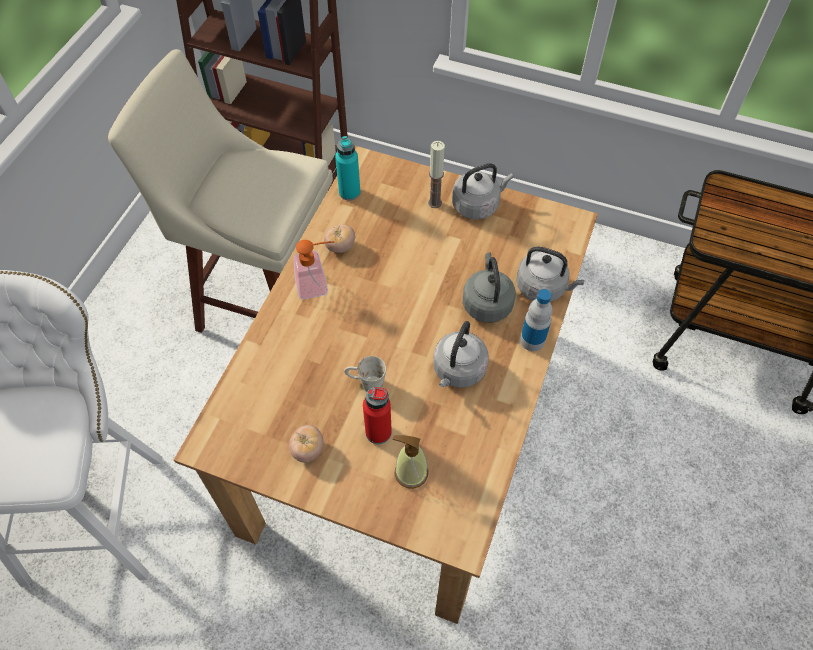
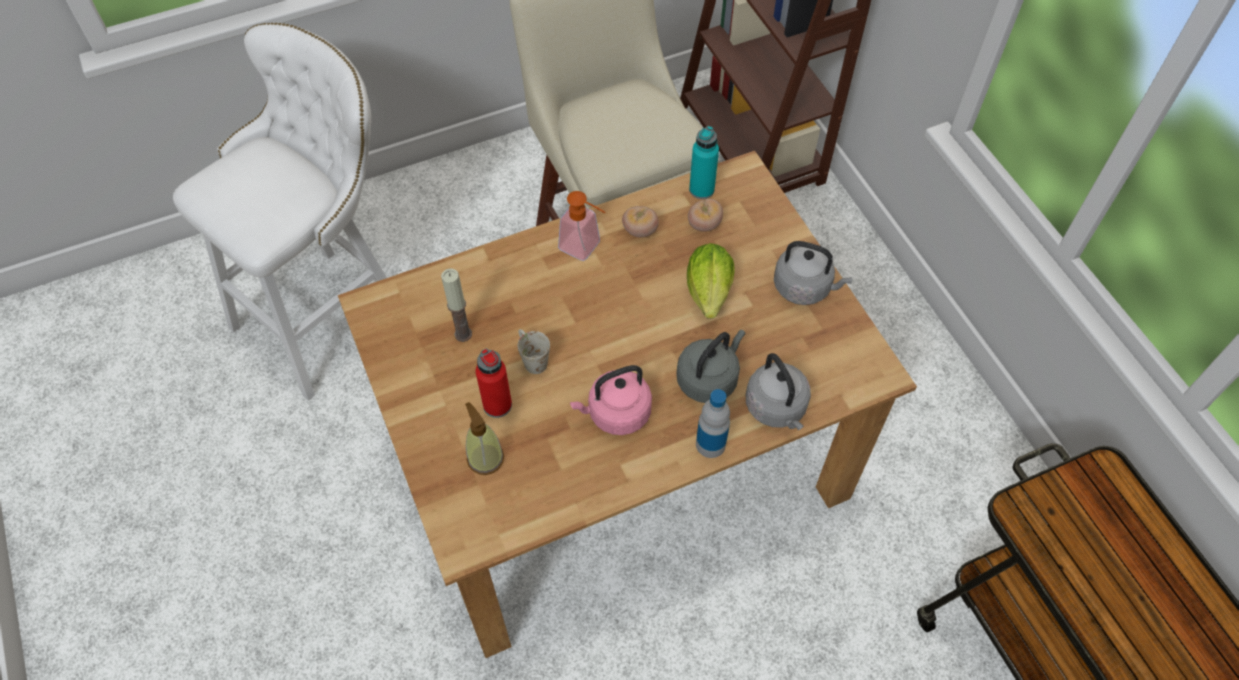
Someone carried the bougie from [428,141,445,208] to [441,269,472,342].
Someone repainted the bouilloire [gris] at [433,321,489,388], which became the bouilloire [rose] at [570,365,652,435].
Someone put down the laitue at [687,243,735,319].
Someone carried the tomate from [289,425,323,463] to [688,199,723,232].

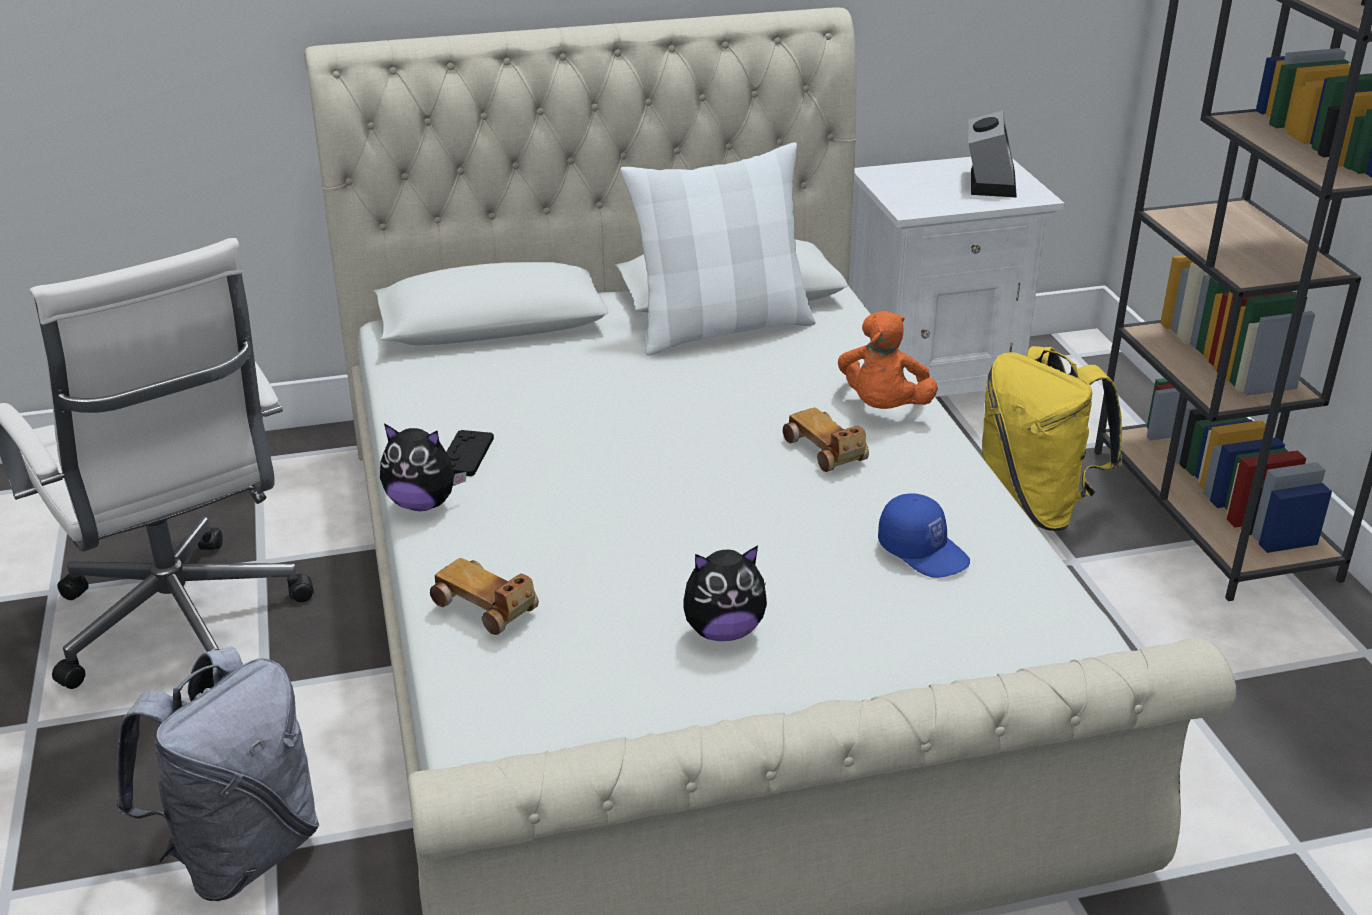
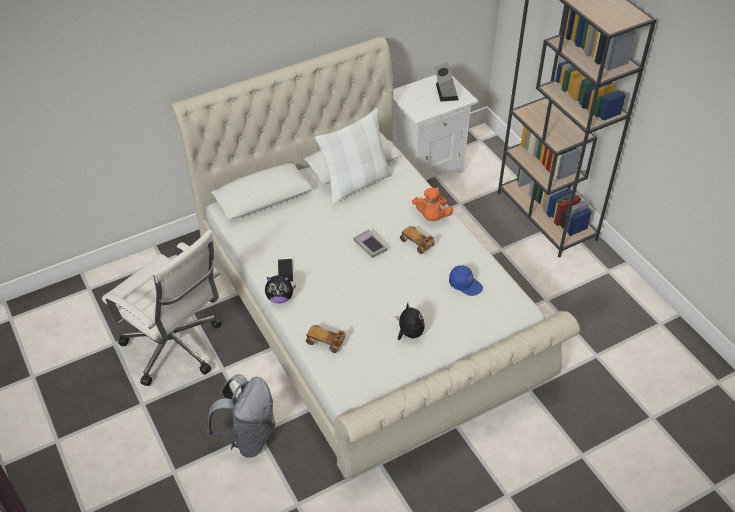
Someone put down the livre at [354,229,388,258].
Someone rotated the peluche at [684,545,767,641] by 90 degrees counterclockwise.
Someone took away the sac à dos [jaune] at [982,346,1123,531].

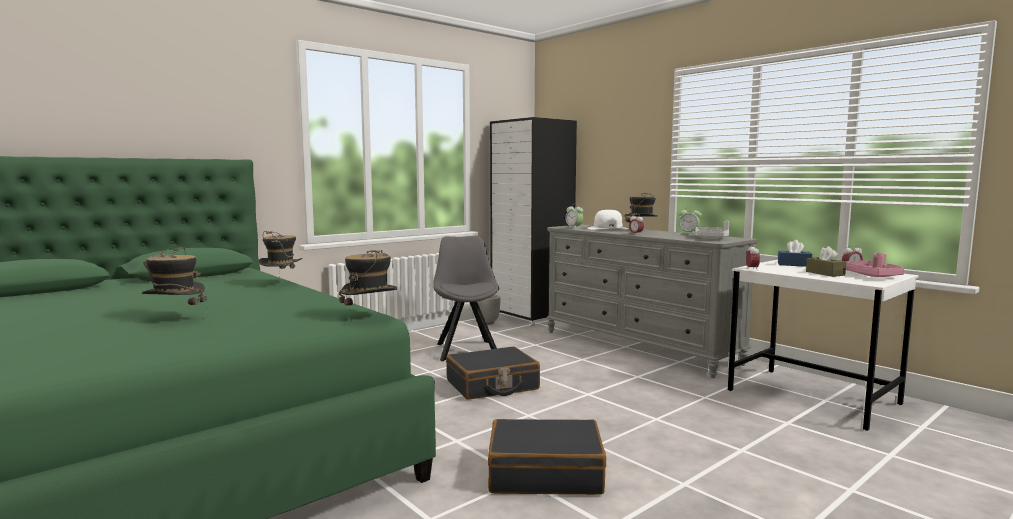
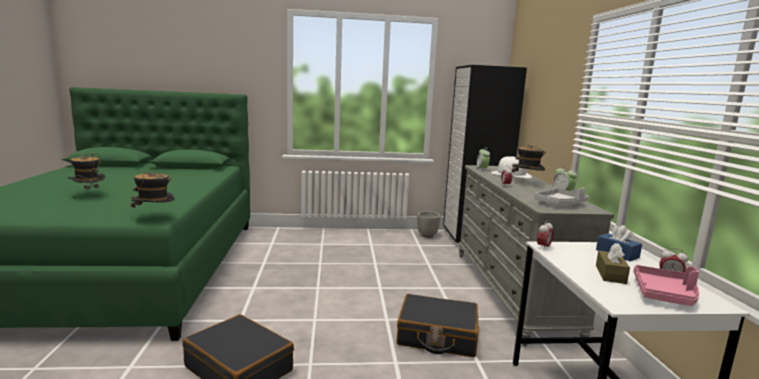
Someone carried the valise [noir] from [446,347,540,400] to [397,294,479,357].
Someone took away the chapeau at [259,231,302,281].
Someone took away the chaise [gris] at [433,236,499,361].

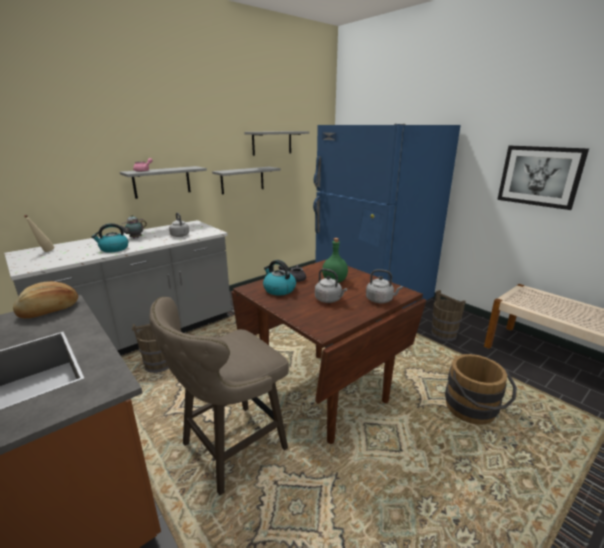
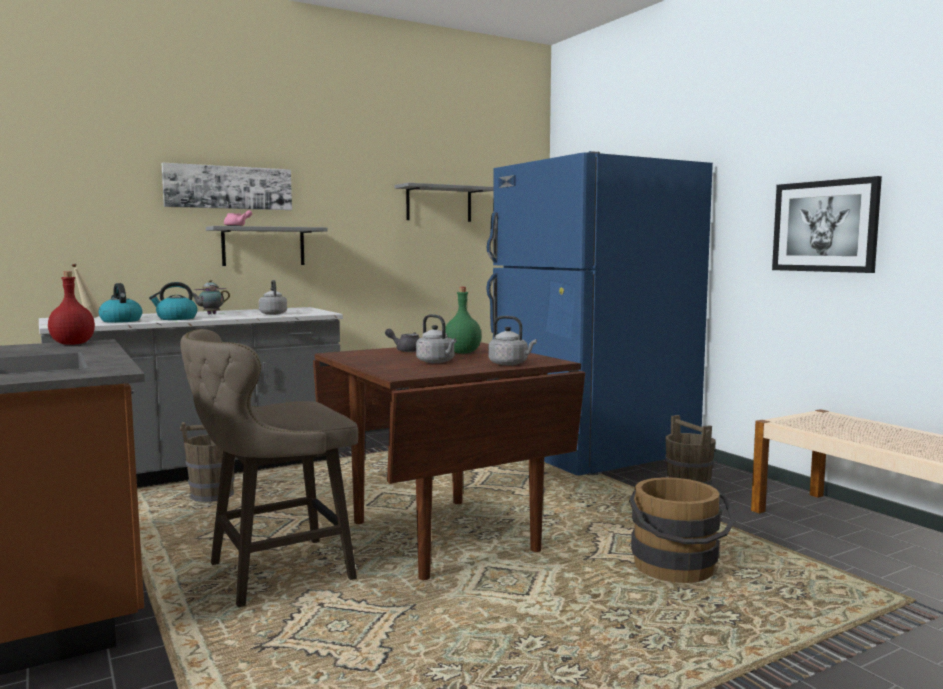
Someone swapped the pain at [13,281,78,319] for the bouteille [rouge] at [48,271,95,345].
Someone carried the bouilloire from [263,260,296,295] to [98,283,142,323].
Someone put up the tableau at [162,163,292,210].
Someone took away the étagère [gris] at [212,167,281,194].

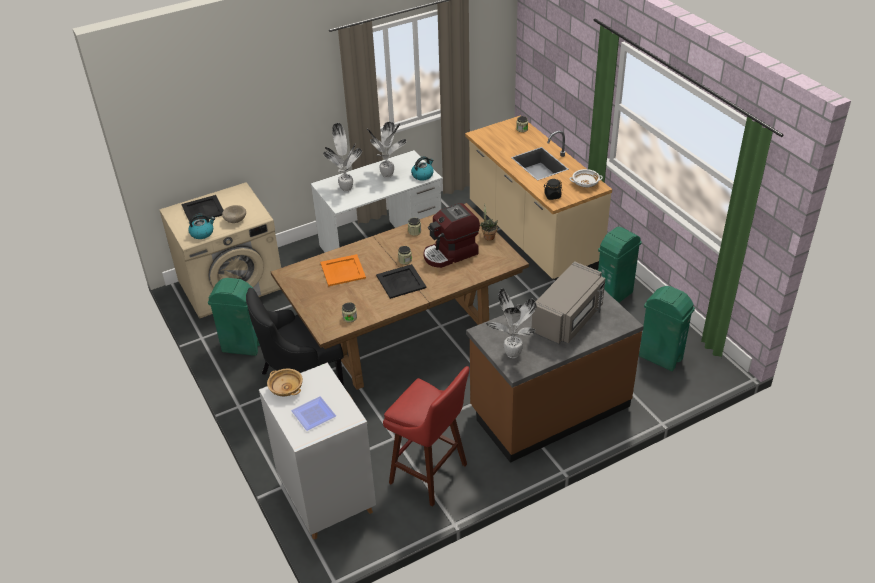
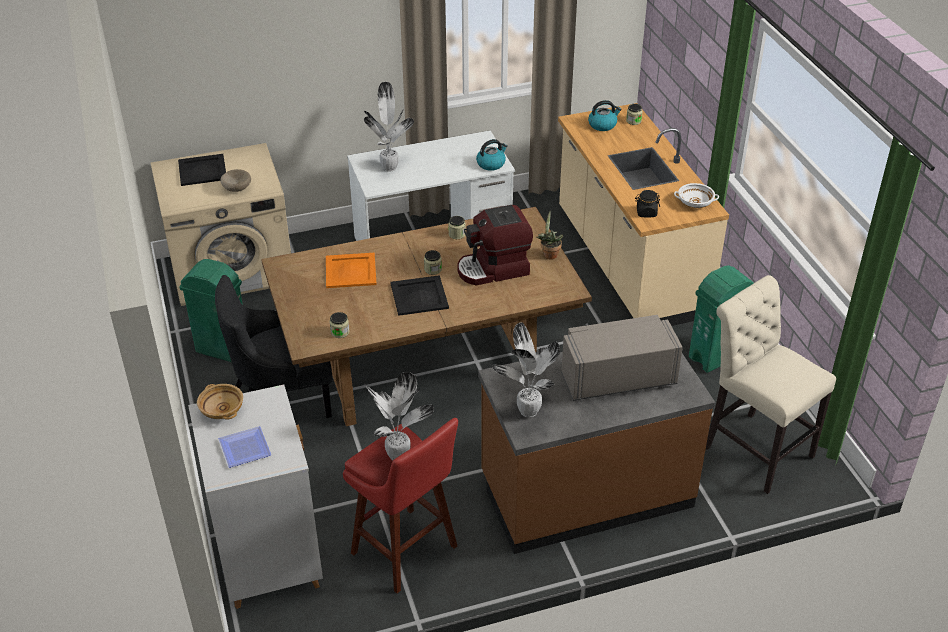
Someone carried the plante en pot from [367,121,406,178] to [365,372,434,460].
Someone rotated the micro-ondes [gris] at [532,261,605,344] by 150 degrees counterclockwise.
Someone carried the bouilloire from [188,214,215,239] to [588,100,622,131].
Someone swapped the poubelle [vert] at [639,286,695,371] for the tabouret [beige] at [706,275,836,494].

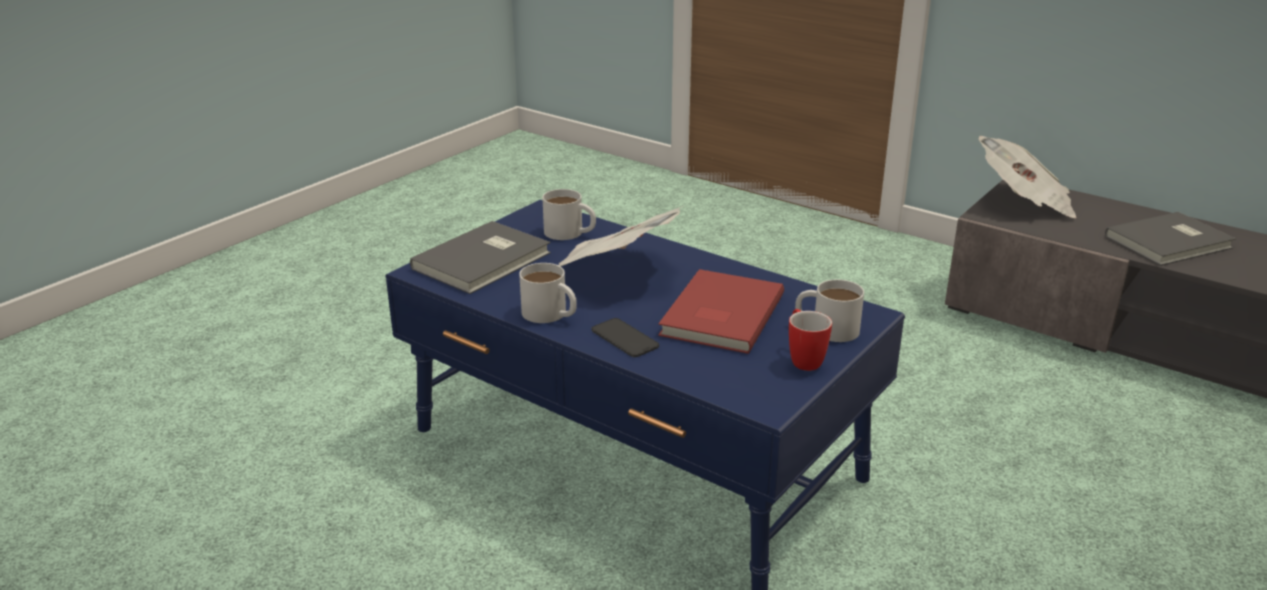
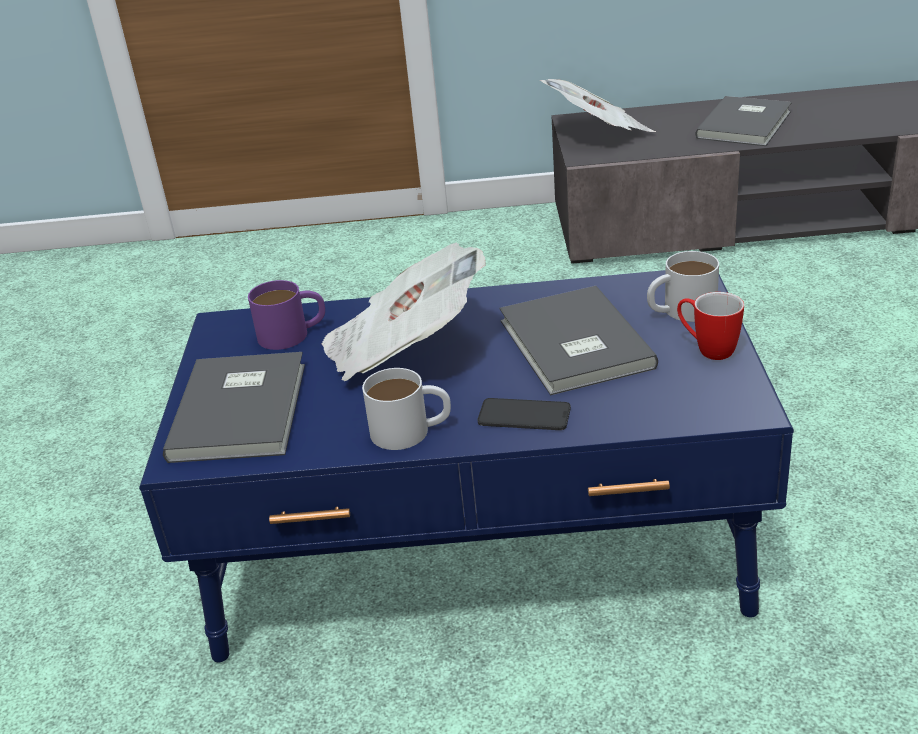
Someone repainted the mug [blanc] at [542,189,596,240], which became the mug [violet] at [248,280,325,350].
Someone repainted the livre [rouge] at [658,269,784,354], which became the livre [gris] at [499,286,658,395].

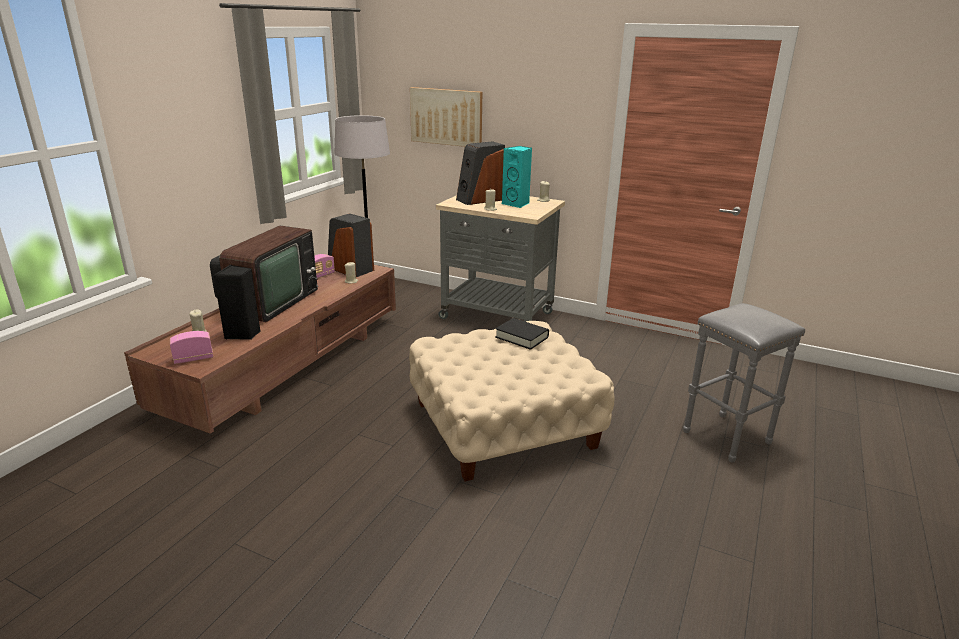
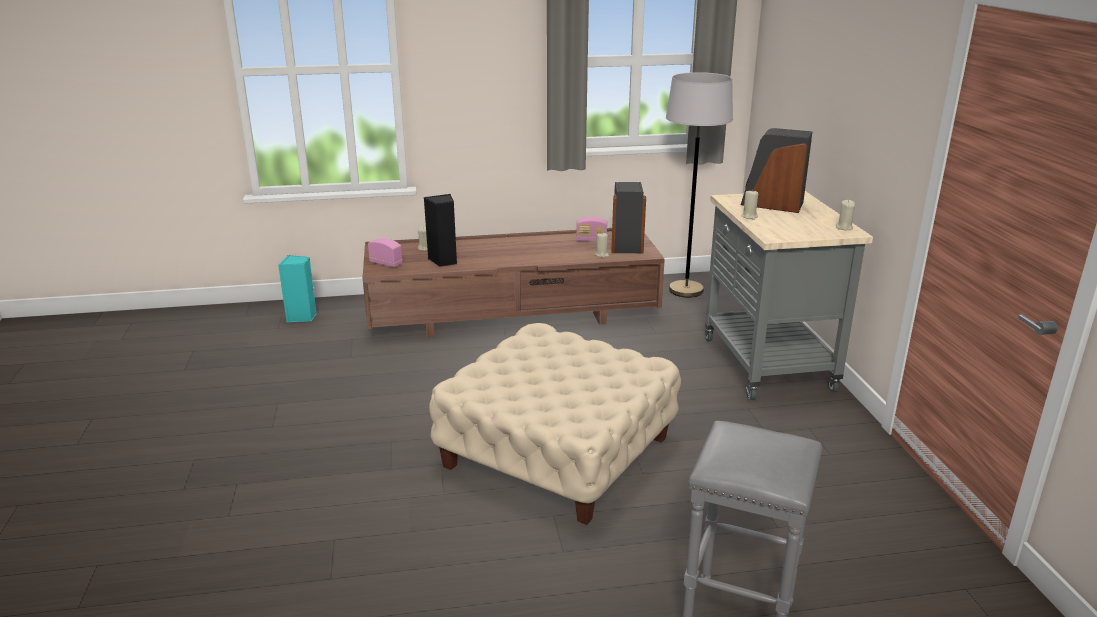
Someone carried the enceinte [turquoise] from [502,146,532,208] to [278,255,317,323].
Someone took away the téléviseur at [210,226,318,322].
Someone took away the tableau at [410,87,482,147].
Someone took away the livre [noir] at [495,318,549,350].

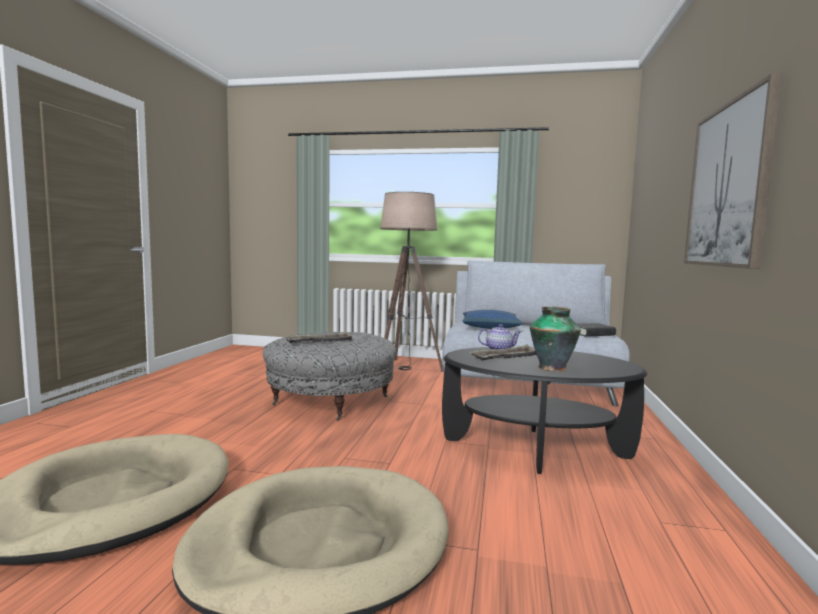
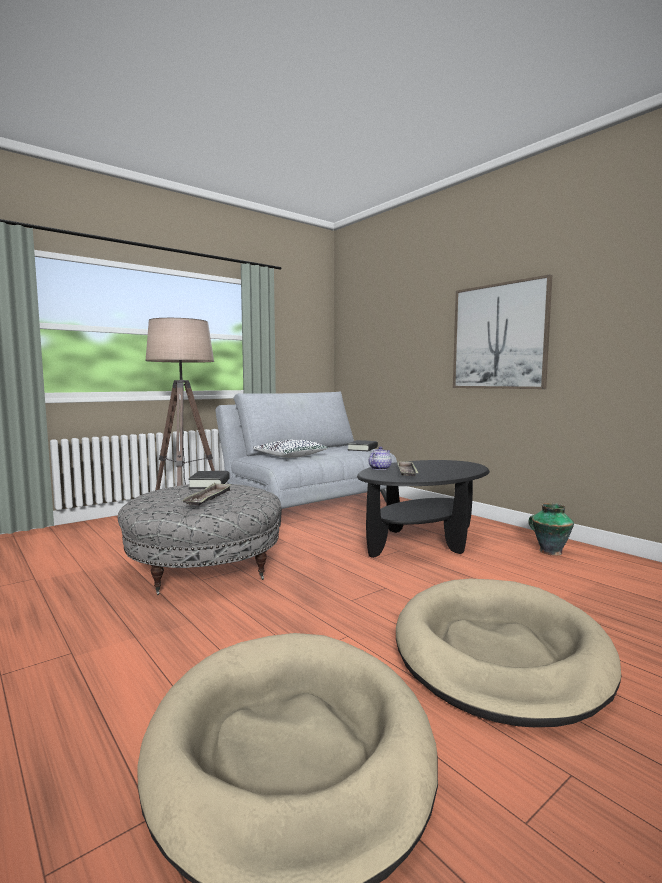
Someone put down the livre [noir] at [188,471,230,489].
Someone repainted the coussin [bleu] at [463,310,522,329], which became the coussin [blanc] at [253,439,327,458].
Someone carried the vase from [530,307,581,372] to [529,503,574,556].

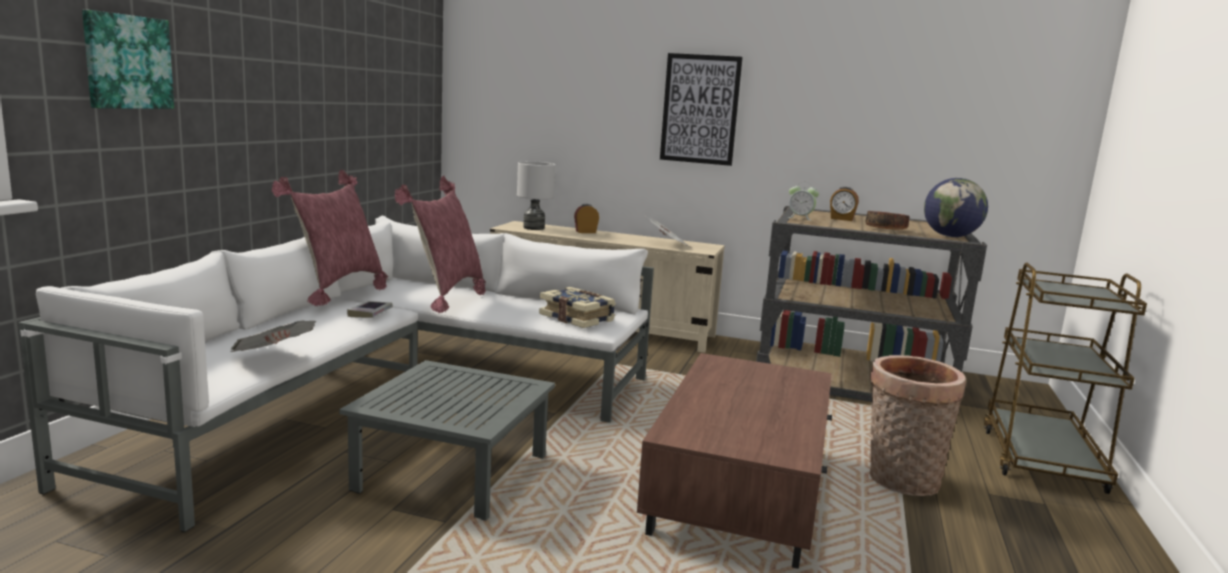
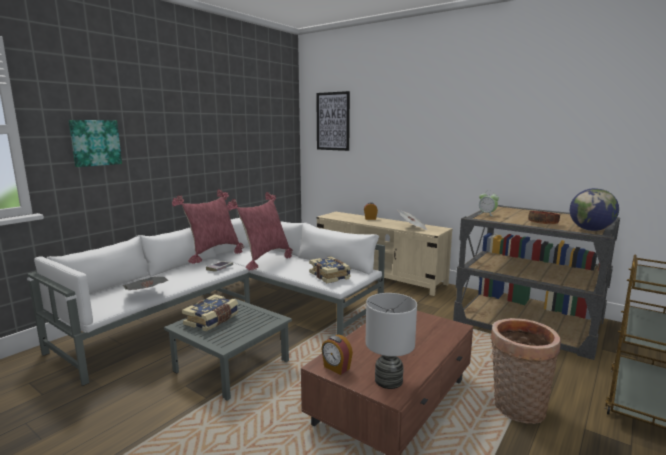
Someone put down the livre at [182,294,238,331].
Someone carried the tableau from [660,53,743,166] to [316,91,350,151].
Someone carried the réveil from [830,187,859,221] to [321,335,353,375].
Someone carried the lampe de table [gris] from [517,161,555,230] to [366,293,417,389].

